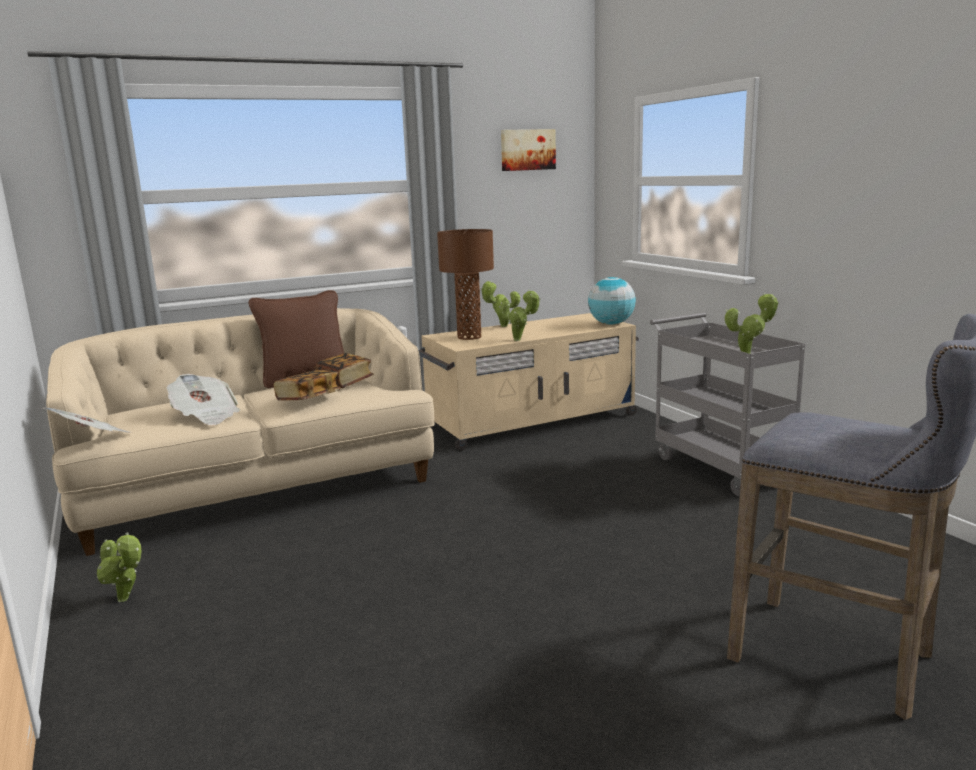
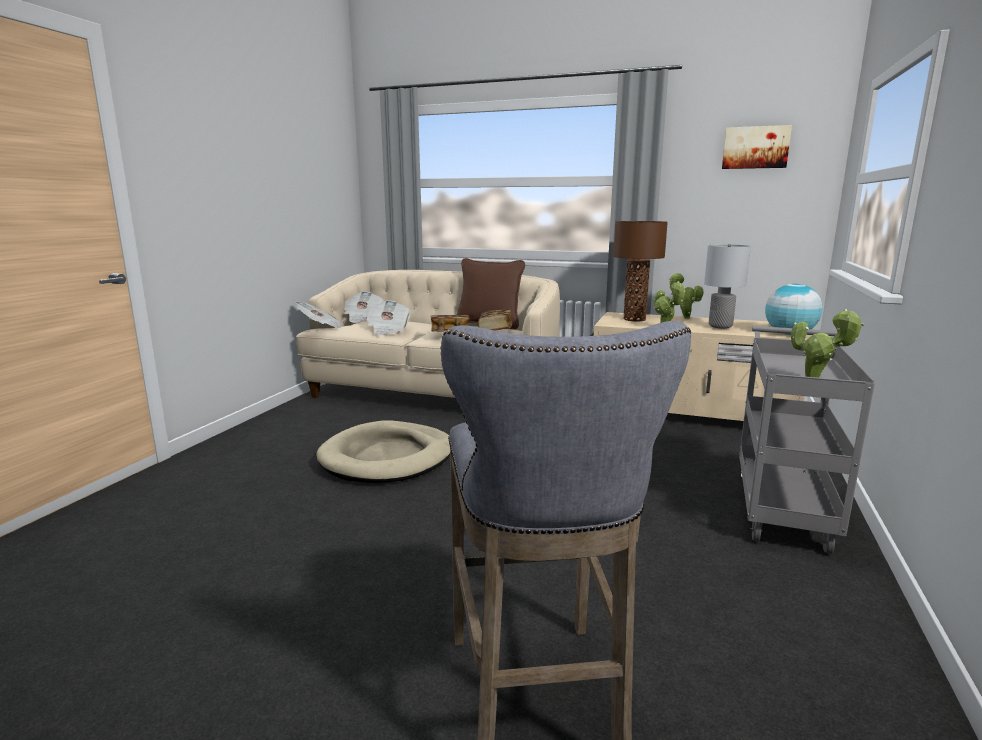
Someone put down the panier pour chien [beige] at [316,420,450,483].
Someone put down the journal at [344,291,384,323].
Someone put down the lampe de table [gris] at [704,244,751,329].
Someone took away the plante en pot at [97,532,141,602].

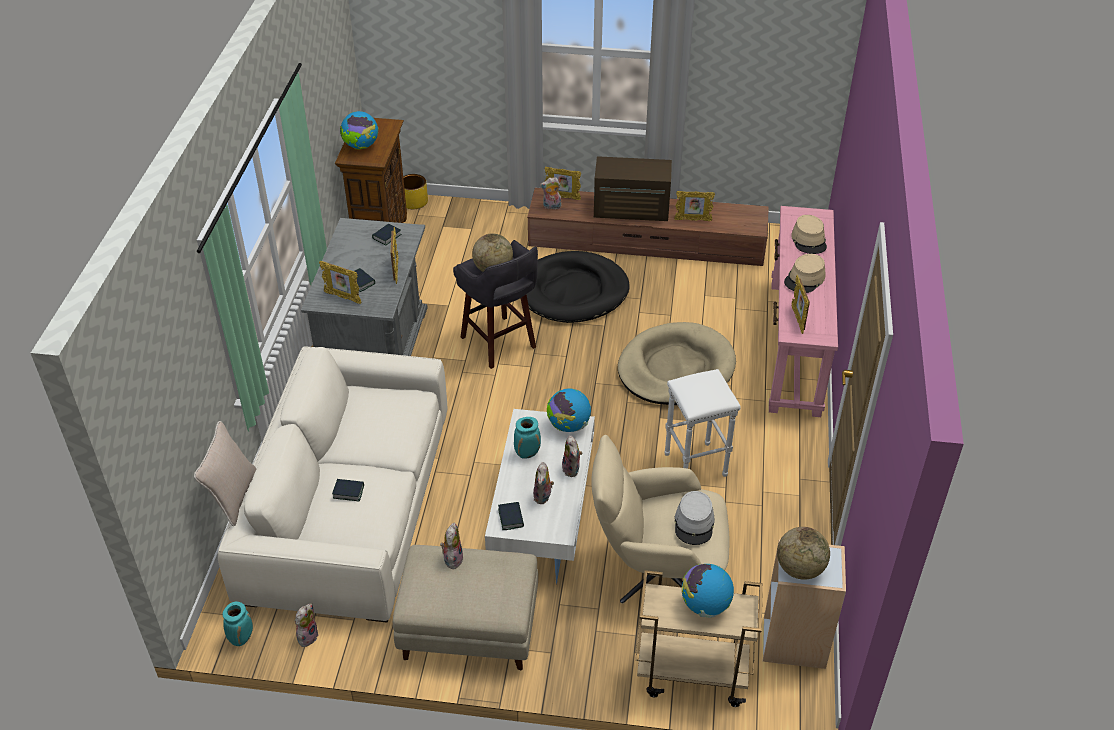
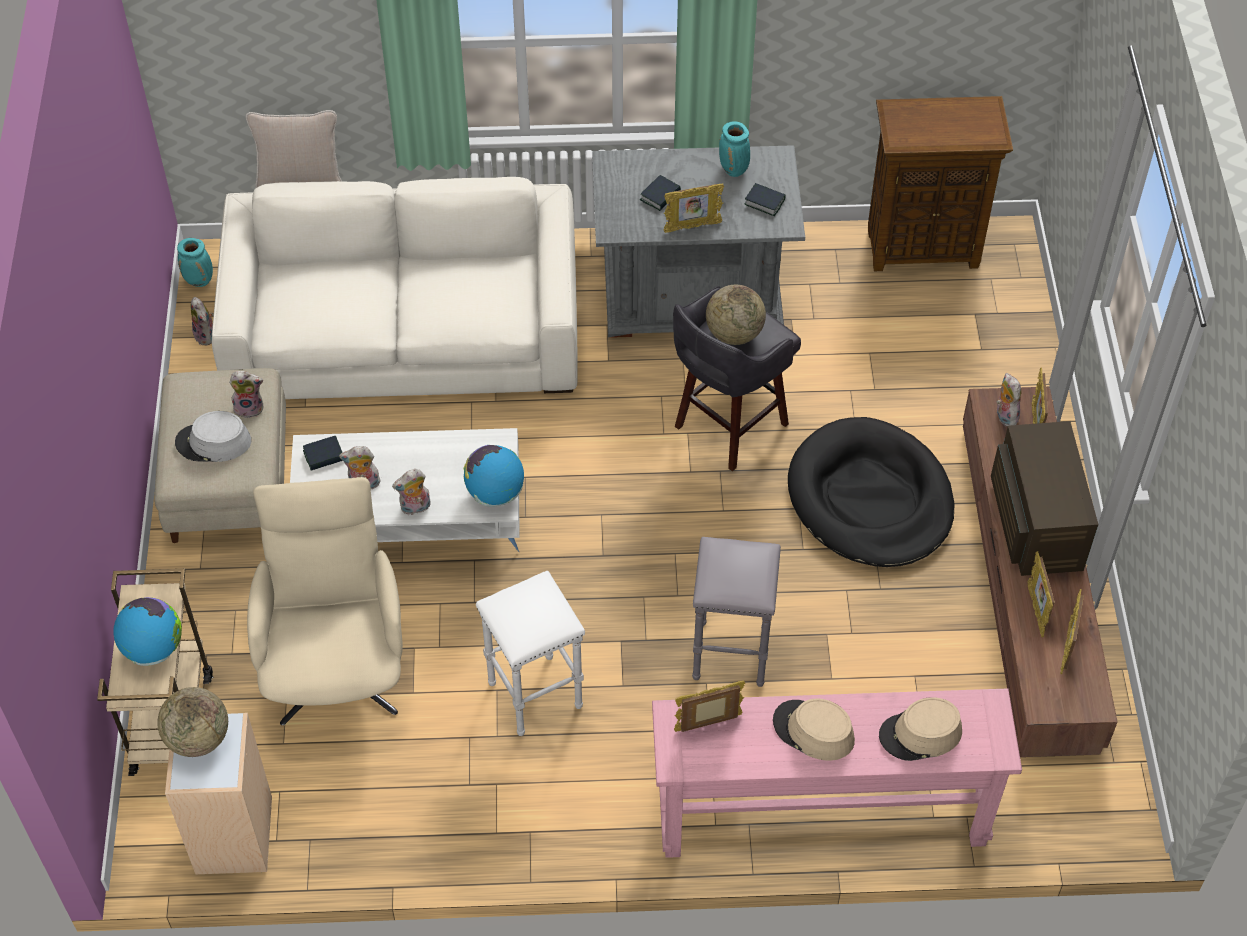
Someone carried the chapeau [gris] from [675,491,715,545] to [175,411,251,462].
Someone rotated the peluche at [294,603,319,647] by 45 degrees clockwise.
Someone swapped the panier pour chien [beige] at [618,322,736,405] for the tabouret [gris] at [692,537,781,687].
Someone carried the vase [turquoise] from [514,417,541,459] to [719,121,750,177].
Someone carried the cadre photo from [319,261,361,304] to [1060,589,1084,674].
Someone took away the livre at [332,479,364,501].
Someone took away the globe at [340,111,379,150].
Someone took away the cache-pot [jaune] at [403,174,428,209].

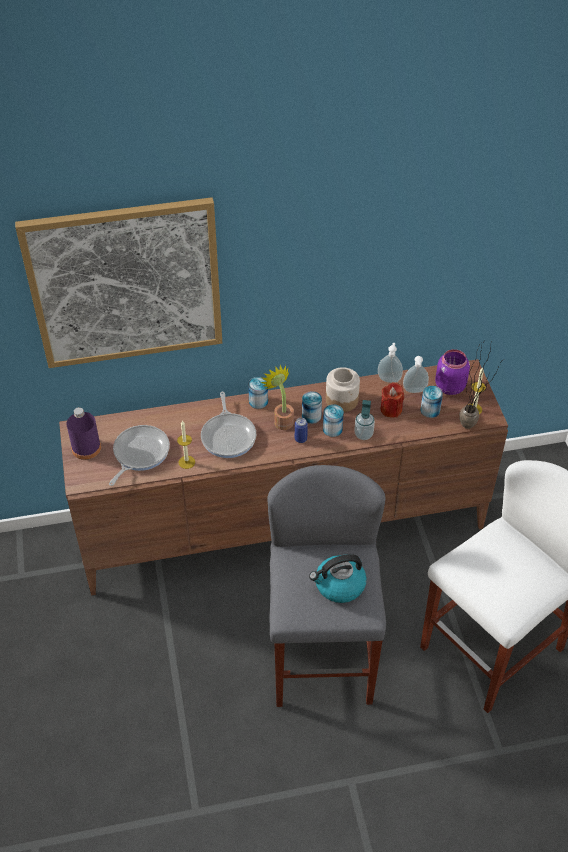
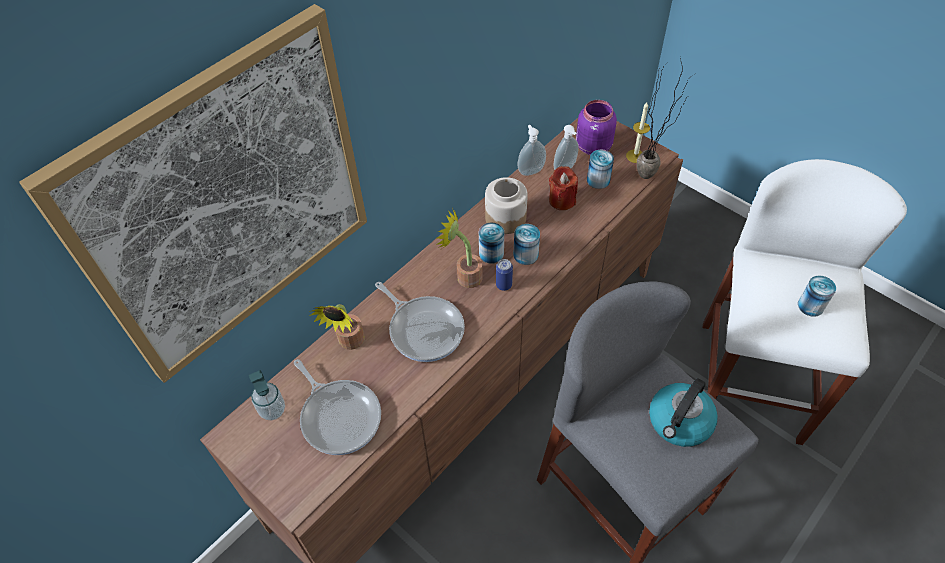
Someone carried the distributeur de savon from [354,400,375,440] to [249,370,285,421].
Someone rotated the poêle at [109,425,170,486] by 150 degrees clockwise.
Someone put down the plante en pot at [309,304,365,350].
Someone carried the boîte métallique from [248,377,268,409] to [798,276,836,317].
Someone took away the bouteille [violet] at [67,407,101,460].
Someone took away the bougie at [177,420,195,469].

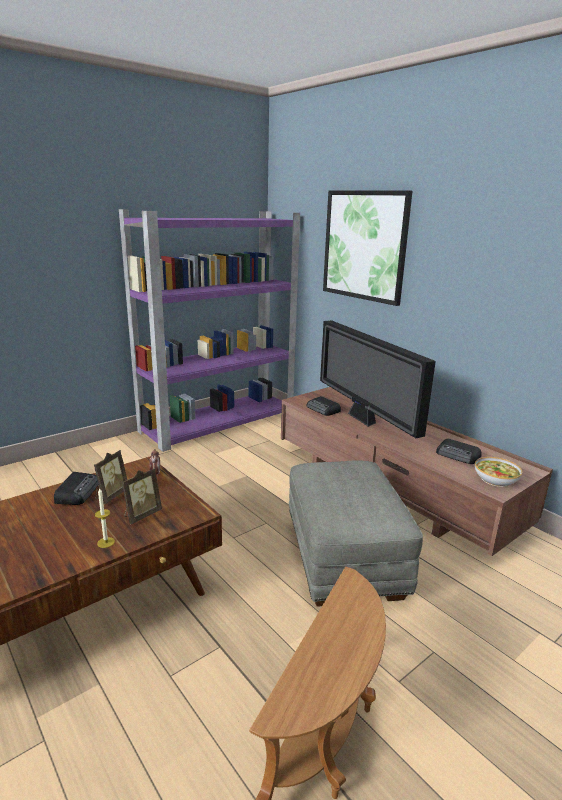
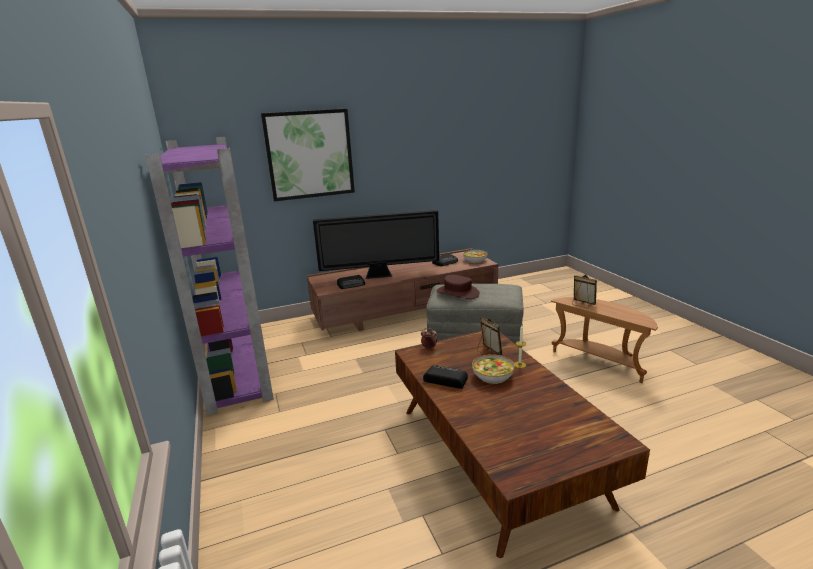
Someone put down the chapeau [marron] at [436,275,480,299].
Someone put down the bol at [472,354,514,384].
Someone carried the cadre photo from [94,450,127,504] to [572,275,597,308].

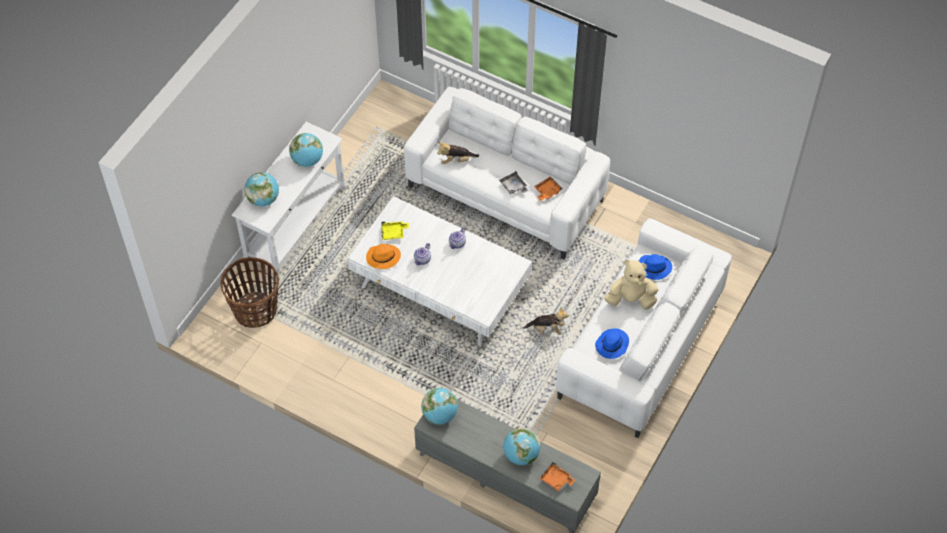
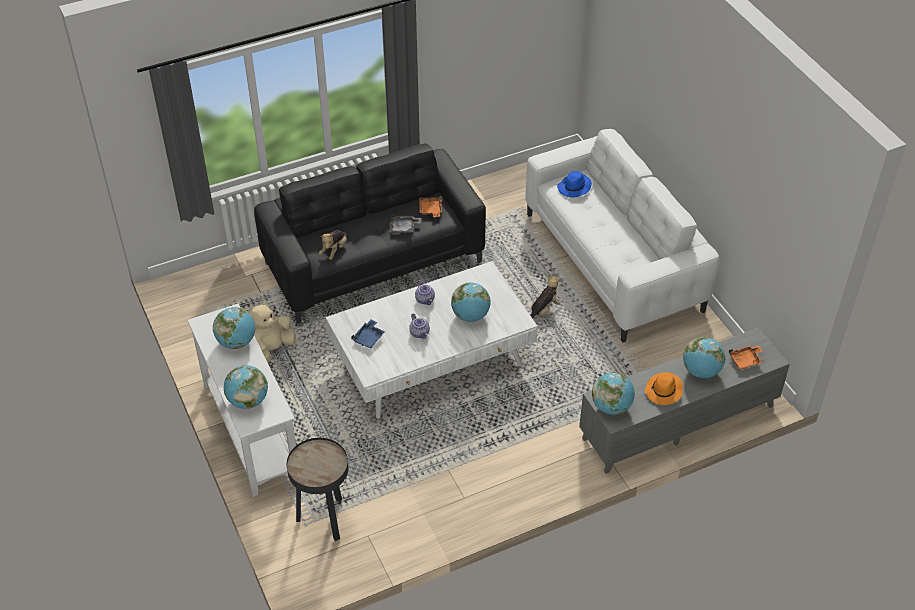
Someone carried the peluche [beige] from [604,260,658,310] to [248,301,296,363].
Someone repainted the canapé [blanc] at [404,87,610,260], which became the canapé [noir] at [254,143,486,324].
Someone swapped the panier at [220,257,279,328] for the table d'appoint [noir] at [287,438,348,541].
Someone repainted the plateau [jaune] at [381,221,409,240], which became the plateau [bleu] at [351,319,385,348].
Someone put down the globe at [451,282,490,322].
Someone carried the chapeau [orange] from [366,244,401,269] to [645,372,683,405].
Someone took away the chapeau [bleu] at [595,328,629,359].

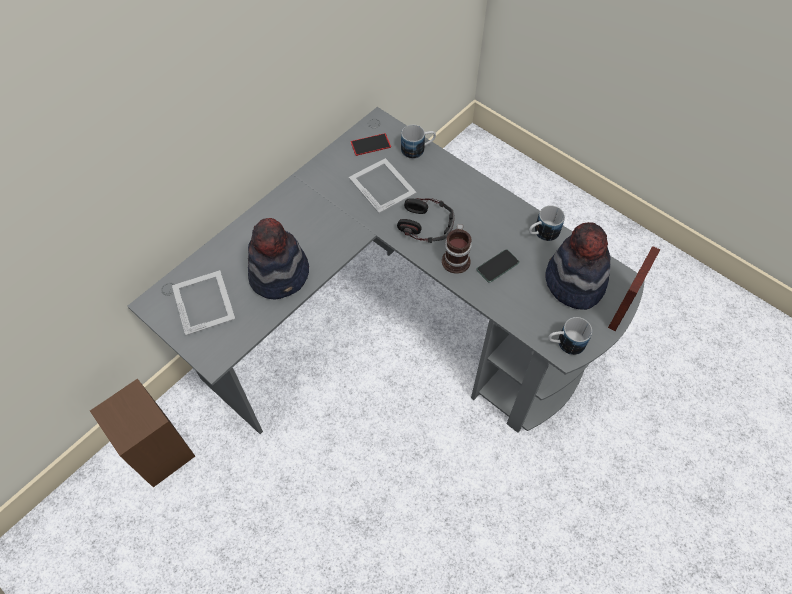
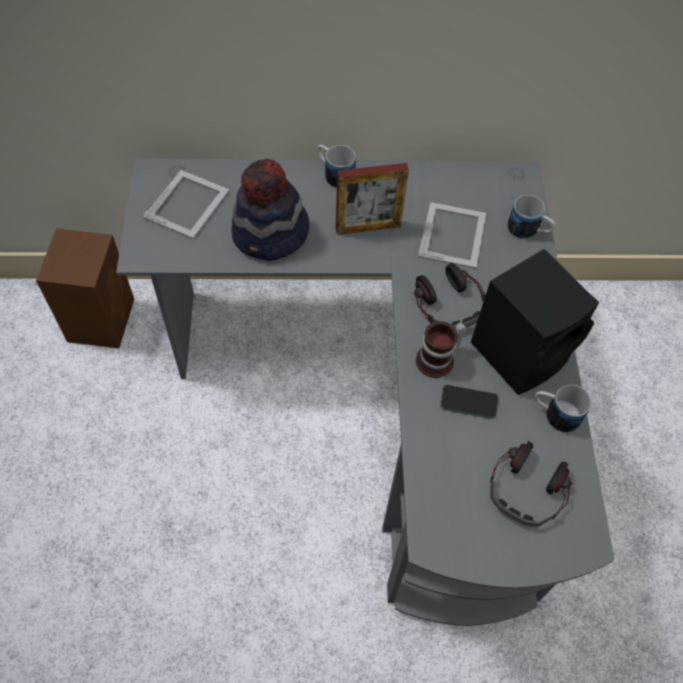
Someone carried the mug from [548,317,592,355] to [318,145,356,188].
Someone carried the cadre photo from [608,246,660,331] to [336,163,409,235].
Someone put down the enceinte [noir] at [471,249,599,395].
Someone swapped the chapeau at [545,222,611,310] for the casque audio at [490,441,572,527].
Someone took away the téléphone at [351,133,391,156].

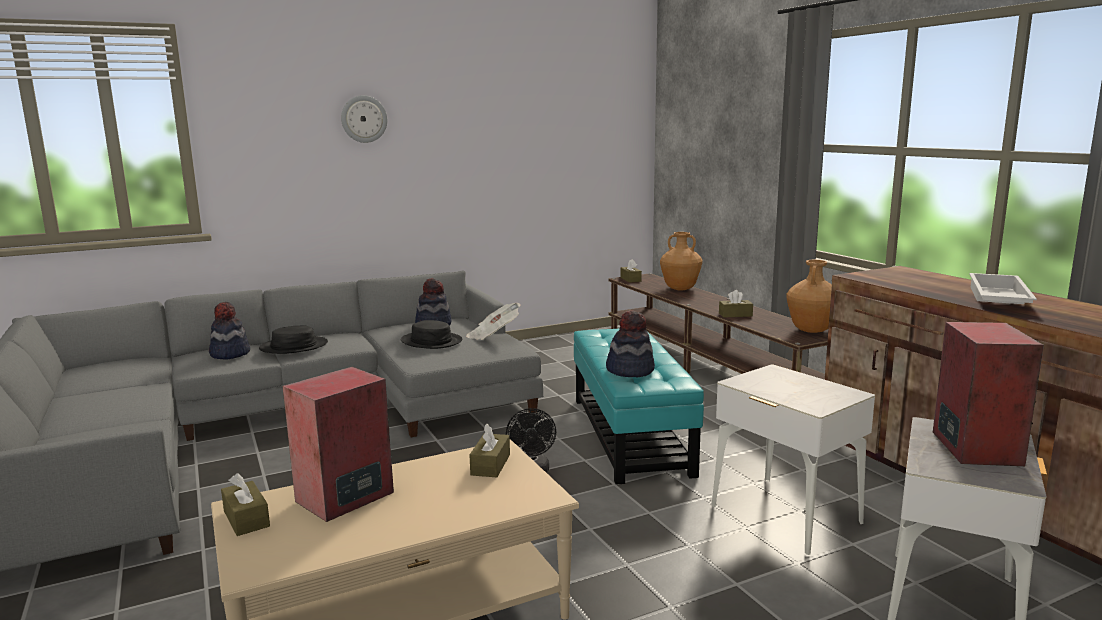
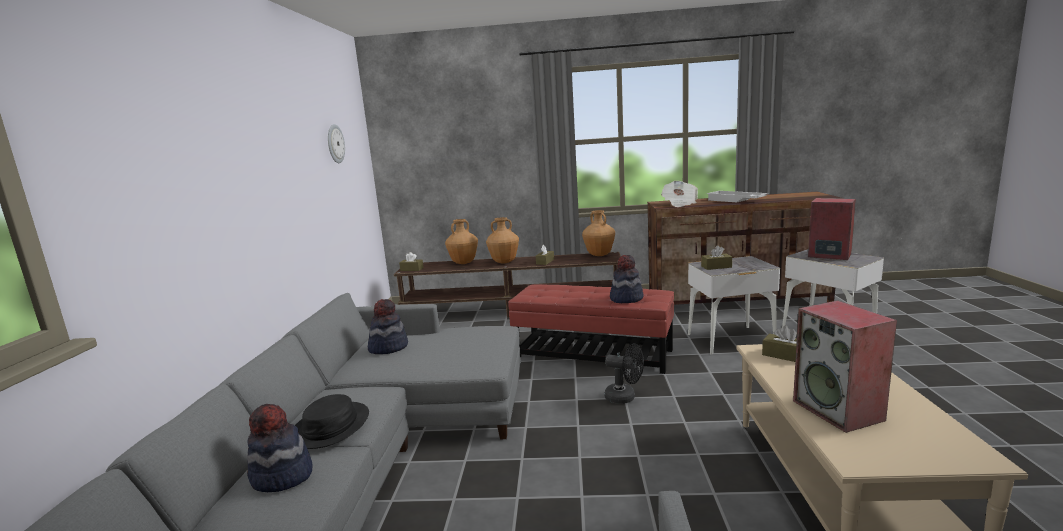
Someone carried the horloge murale from [341,95,387,143] to [328,124,345,163].
Someone put down the vase [marron] at [486,217,519,263].
Someone repainted the pouf [turquoise] at [574,328,704,485], which became the pouf [rouge] at [508,284,674,374].
Someone carried the journal from [466,303,521,340] to [661,181,698,207].
Someone carried the boîte à mouchoirs [marron] from [221,473,270,536] to [701,245,732,270].
Someone took away the chapeau [noir] at [401,320,462,349].

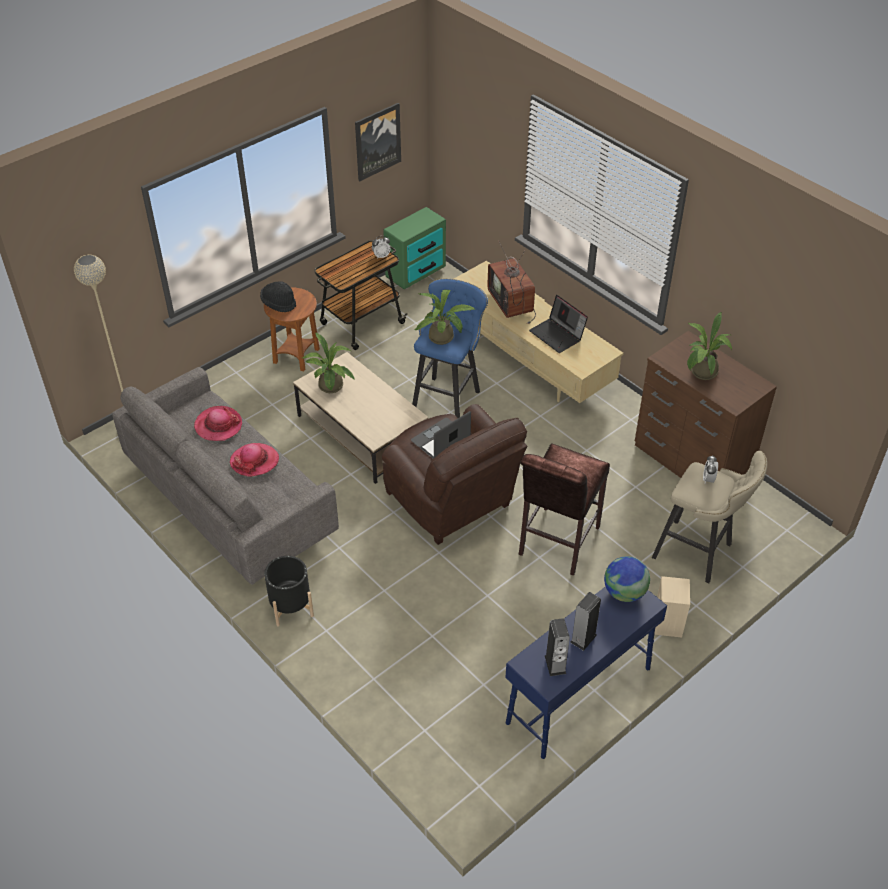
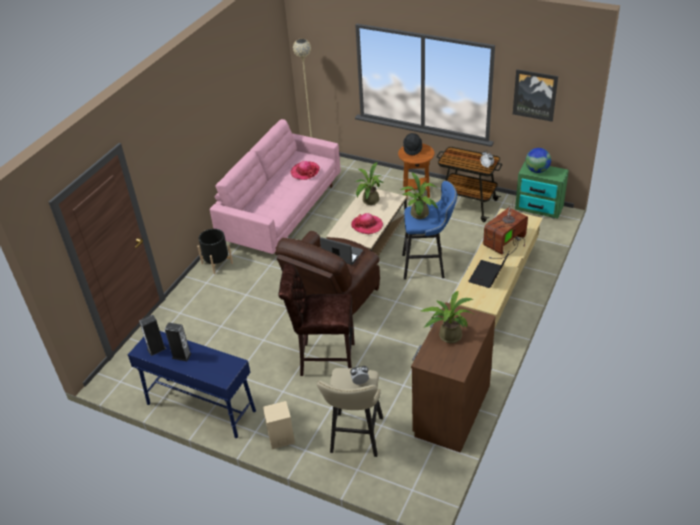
Someone repainted the canapé [gris] at [112,367,339,585], which became the canapé [rose] at [210,119,341,255].
Someone carried the chapeau from [230,443,279,477] to [351,213,383,234].
Someone carried the globe from [604,556,650,602] to [525,148,551,173].

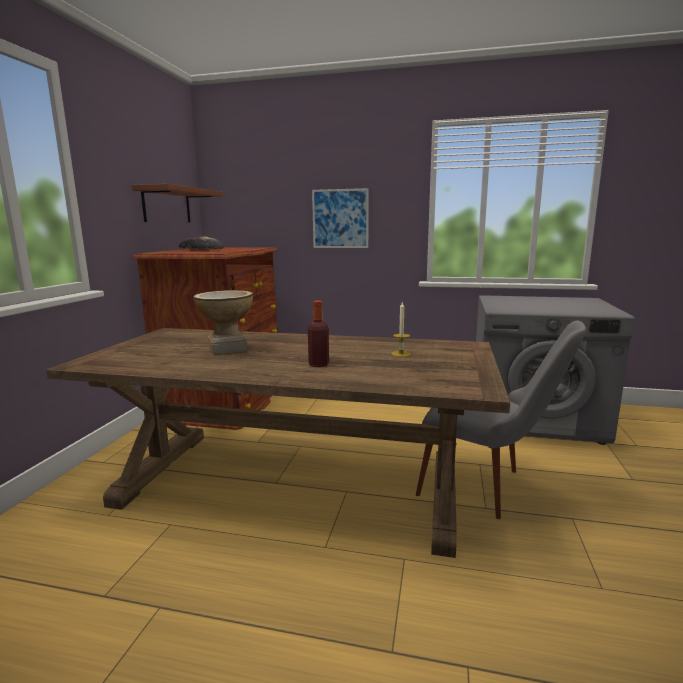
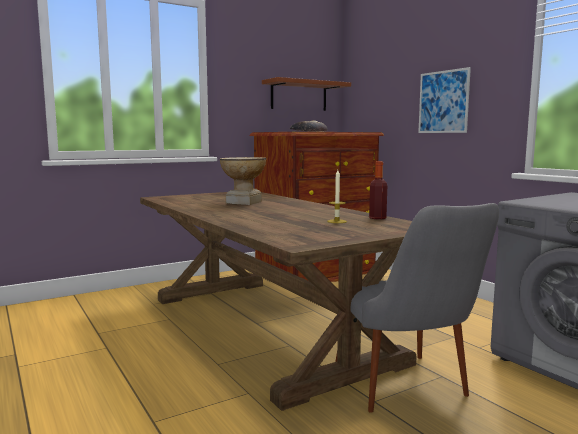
Someone carried the bouteille from [308,301,329,367] to [369,161,387,219].

